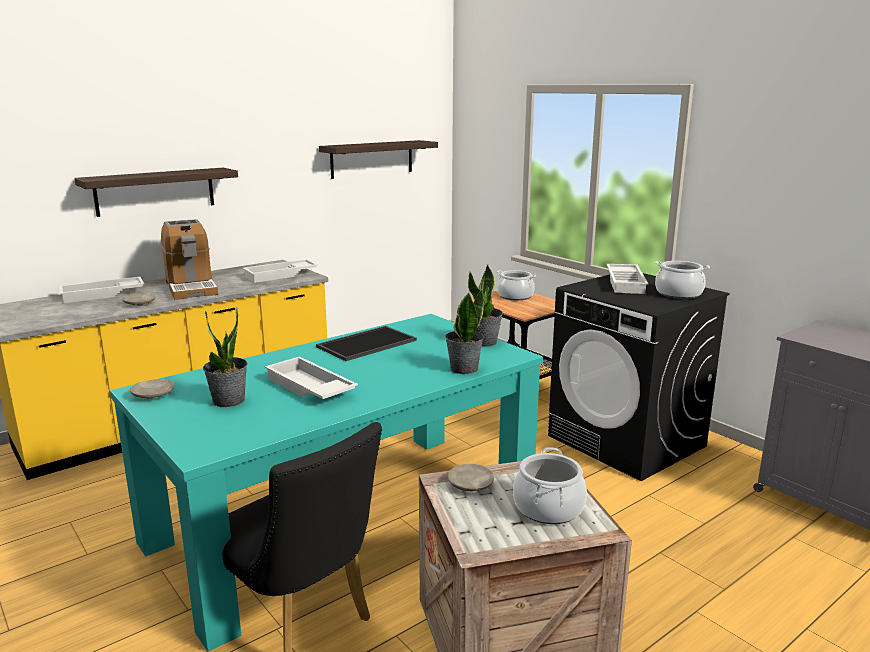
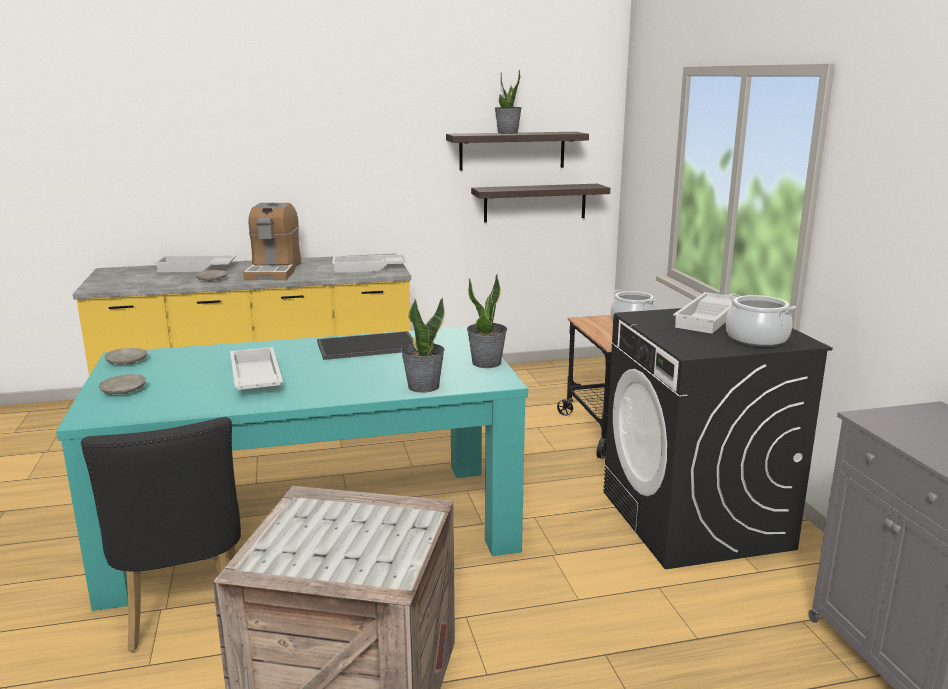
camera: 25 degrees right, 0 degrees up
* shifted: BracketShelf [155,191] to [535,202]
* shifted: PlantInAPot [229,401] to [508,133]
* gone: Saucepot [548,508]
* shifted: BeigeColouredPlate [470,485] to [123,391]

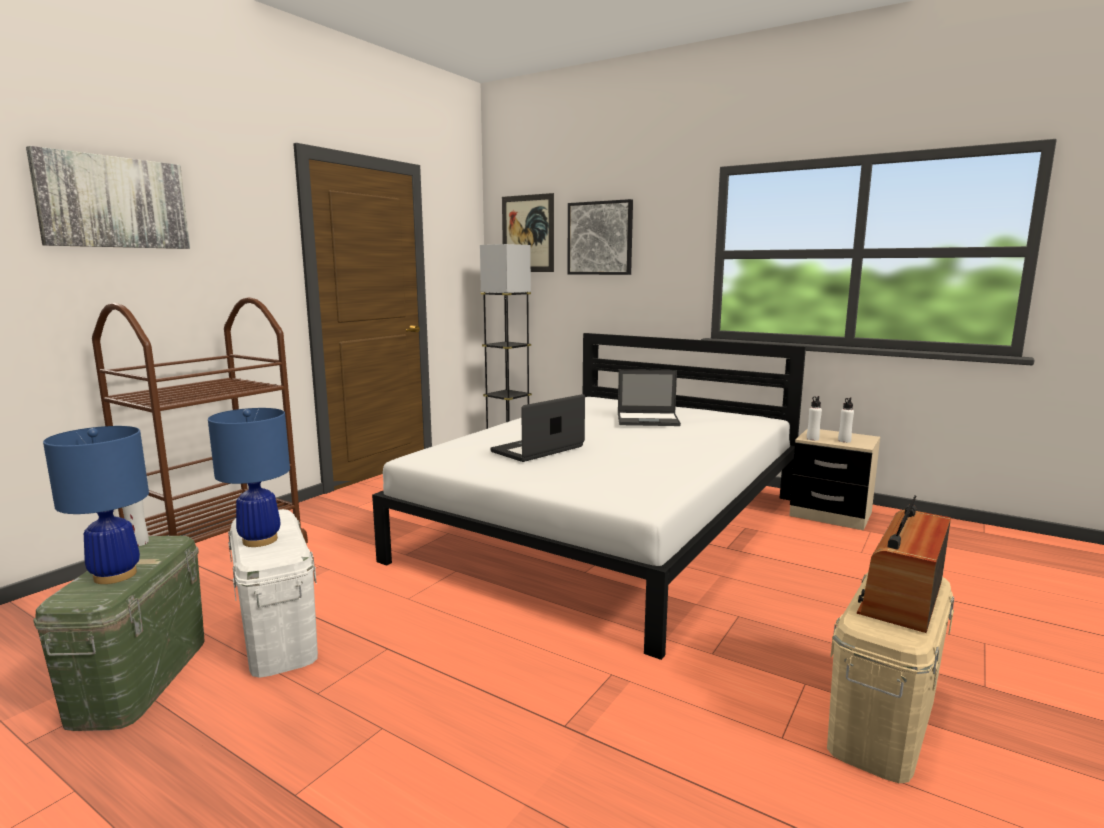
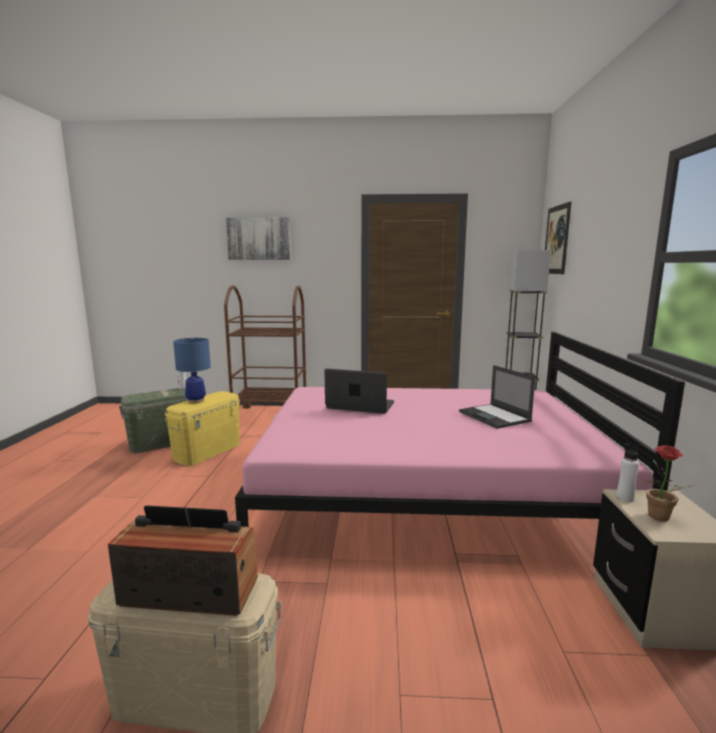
camera: 60 degrees right, 0 degrees up
* gone: WallArt [600,238]
* repainted: WhiteColouredBedroomBed [611,527] to PinkBedroomBed [427,492]
* swapped: WhiteColouredBeverageBottle [844,441] to PlantInAPot [658,518]
* gone: BluishLampForATable [115,575]
* repainted: WhiteColouredStorageBox [277,635] to YellowishStorageBox [207,451]

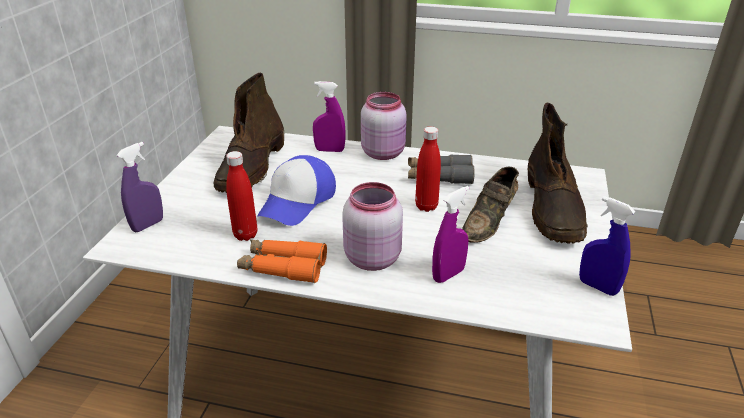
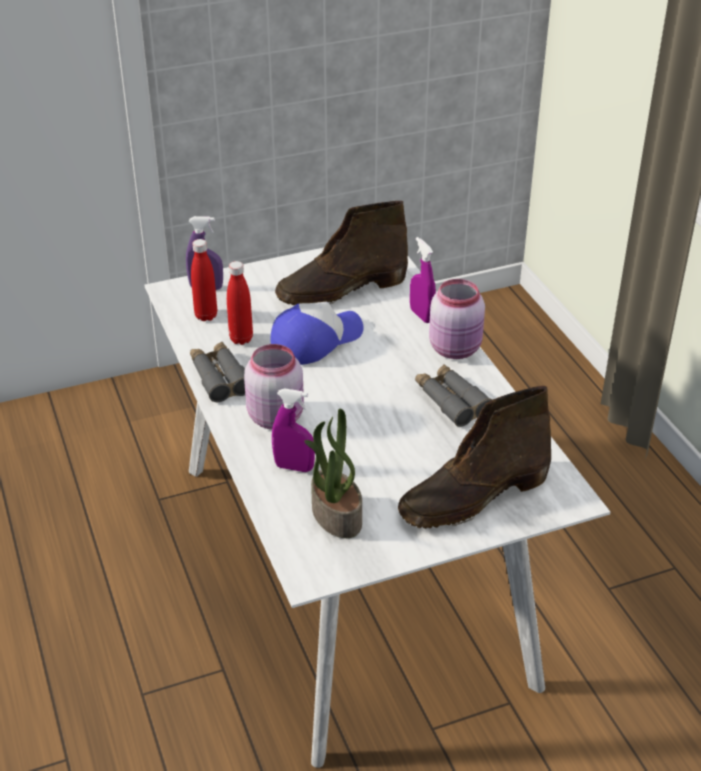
camera: 55 degrees right, 5 degrees up
* shifted: RedColouredBeverageBottle [426,206] to [206,316]
* rotated: PeakedCap [298,201] = [315,340] 150 degrees clockwise
* gone: BrownColouredShoe [489,222]
* gone: BluishSprayer [597,287]
* repainted: OrangeyPairOfBinoculars [283,267] to GreyPairOfBinoculars [220,378]
* new: PlantInAPot [335,515]

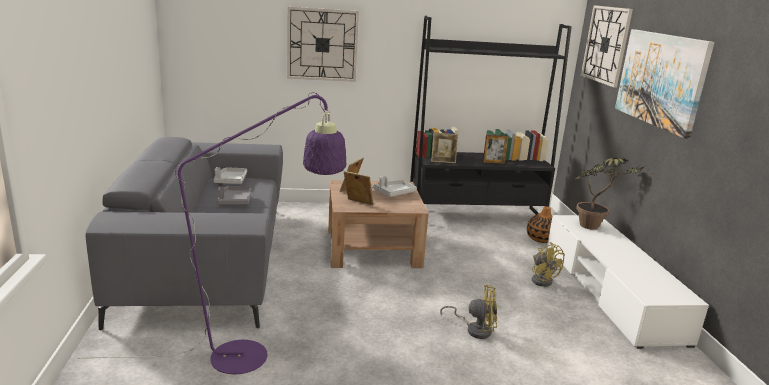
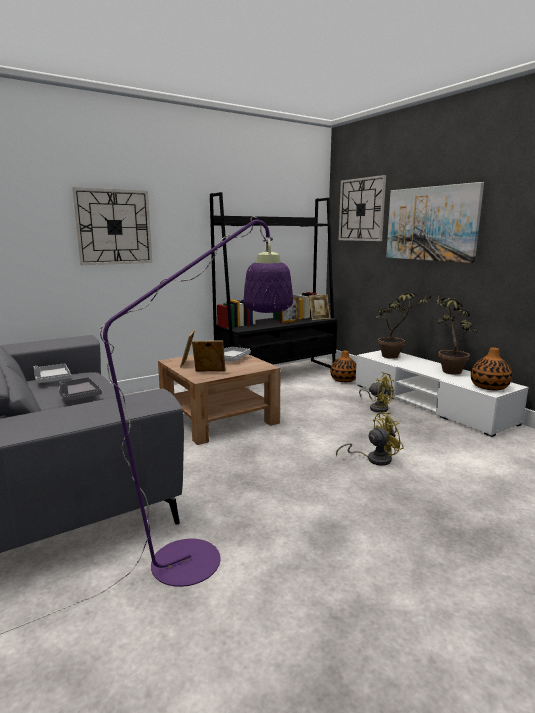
camera: 25 degrees left, 5 degrees down
* shifted: PhotoFrame [443,161] to [319,319]
* new: PlantInAPot [448,370]
* new: Vase [489,387]

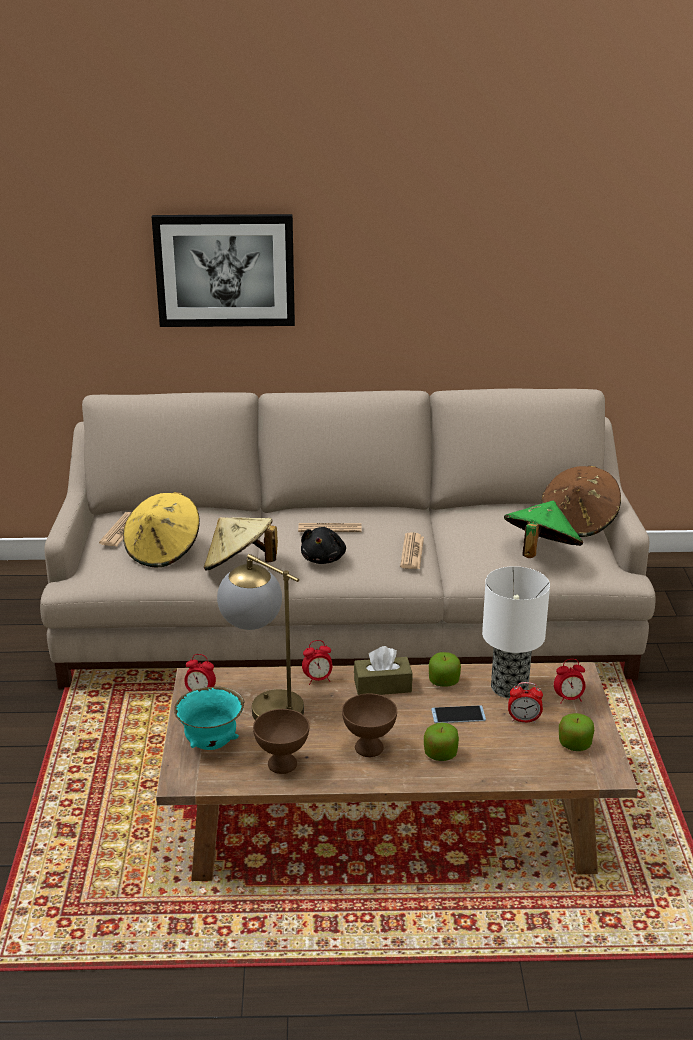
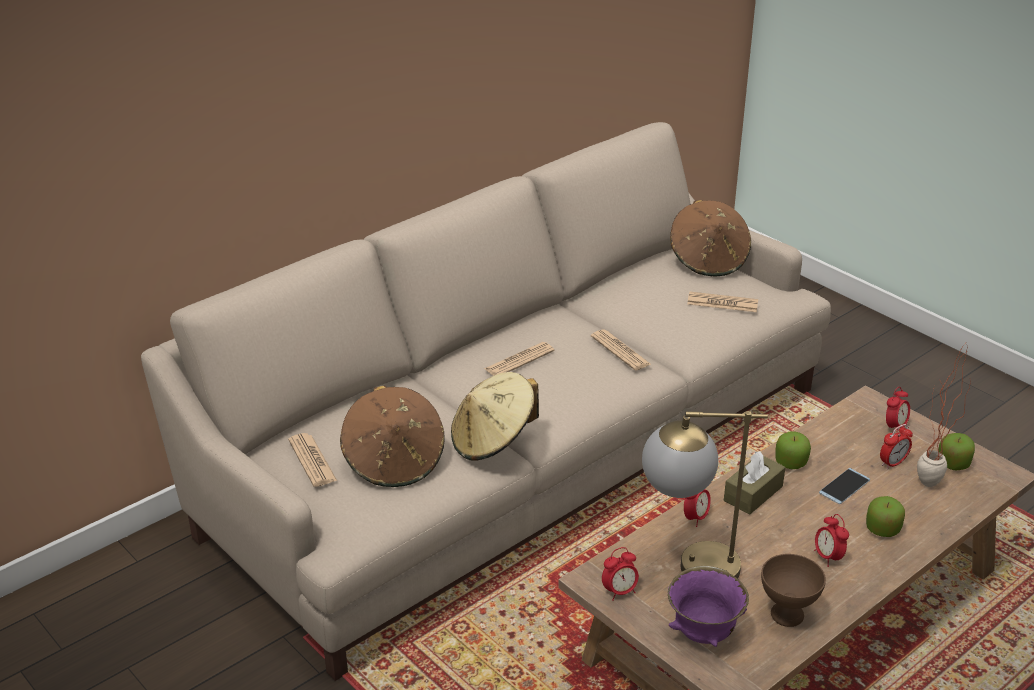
camera: 40 degrees left, 5 degrees up
* gone: WallArt [225,270]
* repainted: YellowishClothingHat [163,551] to BrownColouredClothingHat [394,462]
* swapped: GreenColouredClothingHat [540,553] to PrintedPaper [722,303]
* gone: BlackishCuddlyToy [323,559]
* gone: LampForATable [508,687]
* repainted: TurquoiseColouredDeepDish [212,744] to PurpleDeepDish [704,634]
* swapped: BrownColouredDeepDish [369,748] to BedsideClock [828,557]
* new: PlantInAPot [927,489]

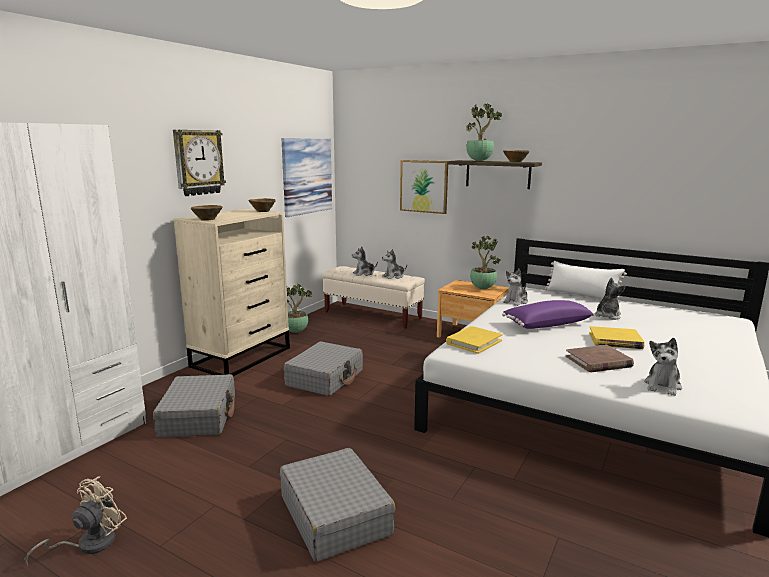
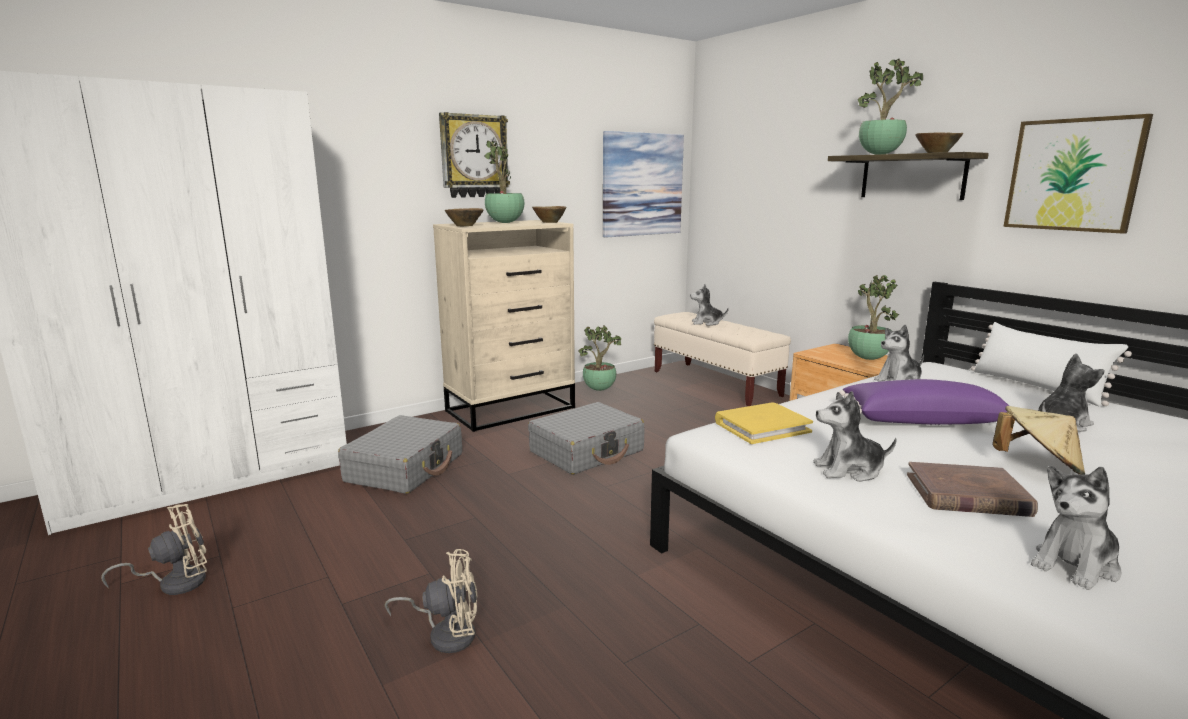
camera: 25 degrees right, 0 degrees up
* shifted: WallArt [424,186] to [1073,175]
* shifted: CuddlyToy [394,276] to [849,470]
* swapped: YellowishBook [615,340] to BeigeColouredClothingHat [1037,466]
* swapped: GreySuitcase [335,515] to BeigeColouredFan [446,633]
* new: PlantInAPot [504,223]

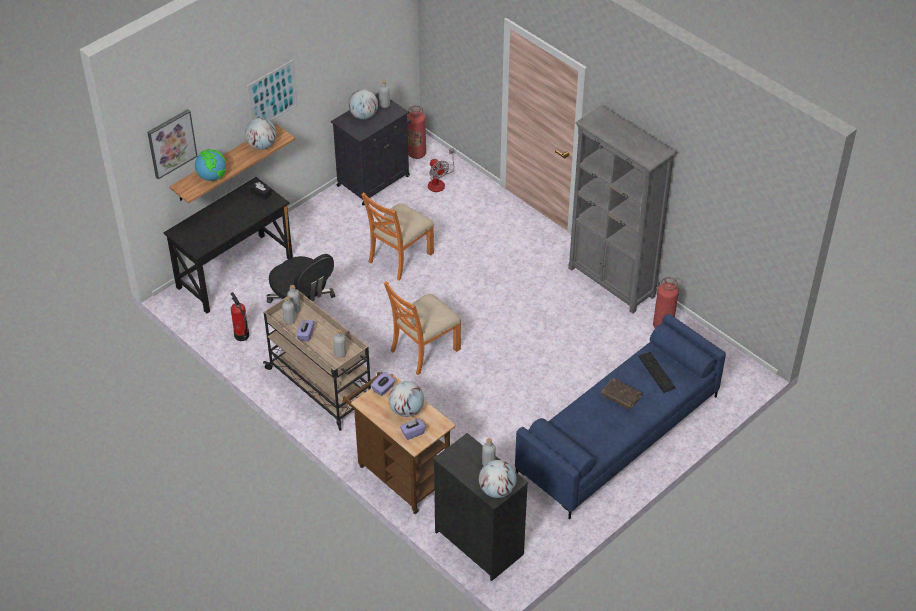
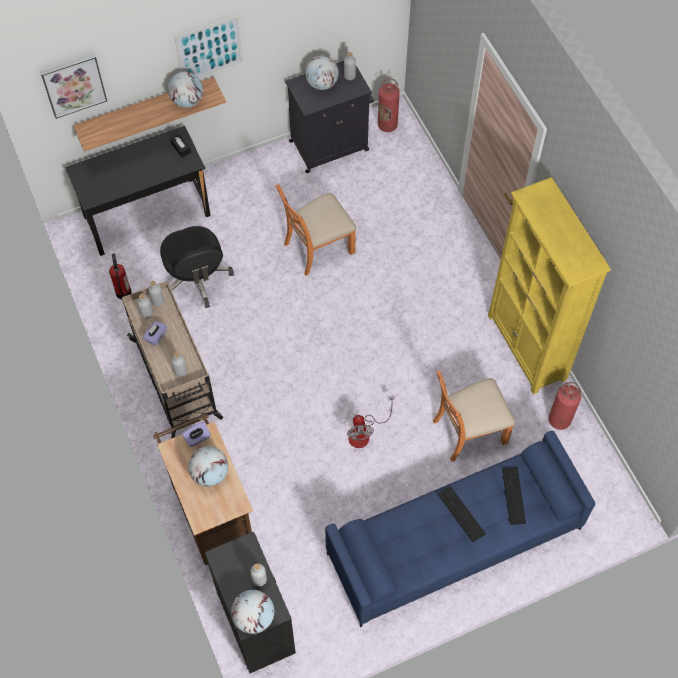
camera: 20 degrees right, 15 degrees up
* repainted: GreyShelvingUnit [612,282] to YellowishShelvingUnit [527,348]
* shifted: Fan [439,182] to [364,432]
* gone: WorldGlobe [212,177]
* shifted: OrangeyPlainChair [424,349] to [468,431]
* swapped: BrownColouredBook [621,396] to Keyboard [461,514]
* gone: PurpleTissueHolder [412,433]

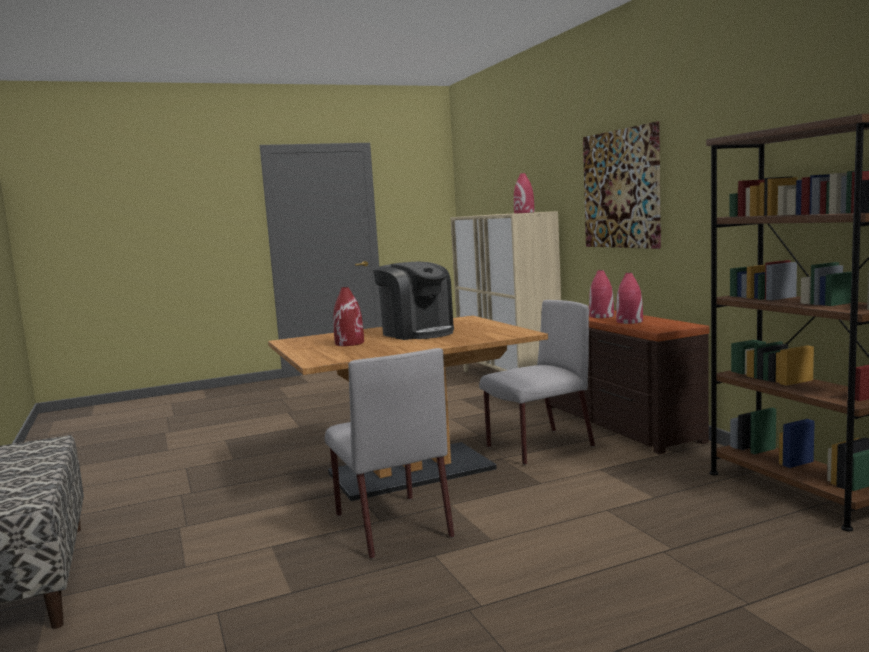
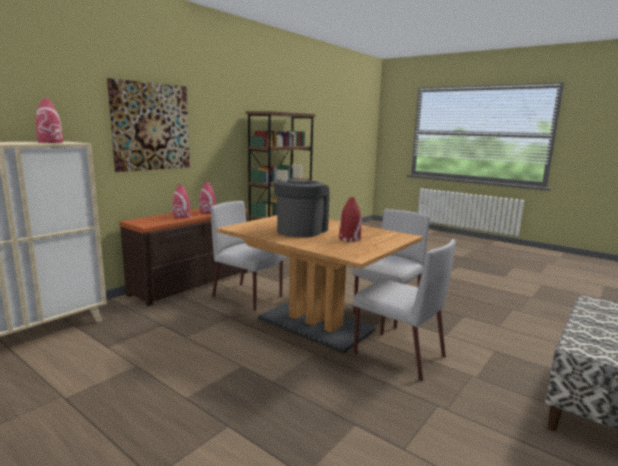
camera: 120 degrees left, 5 degrees up
* new: GreyPlainChair [397,354]

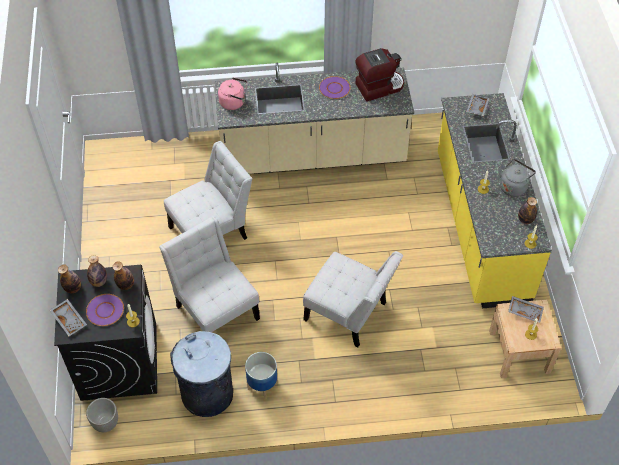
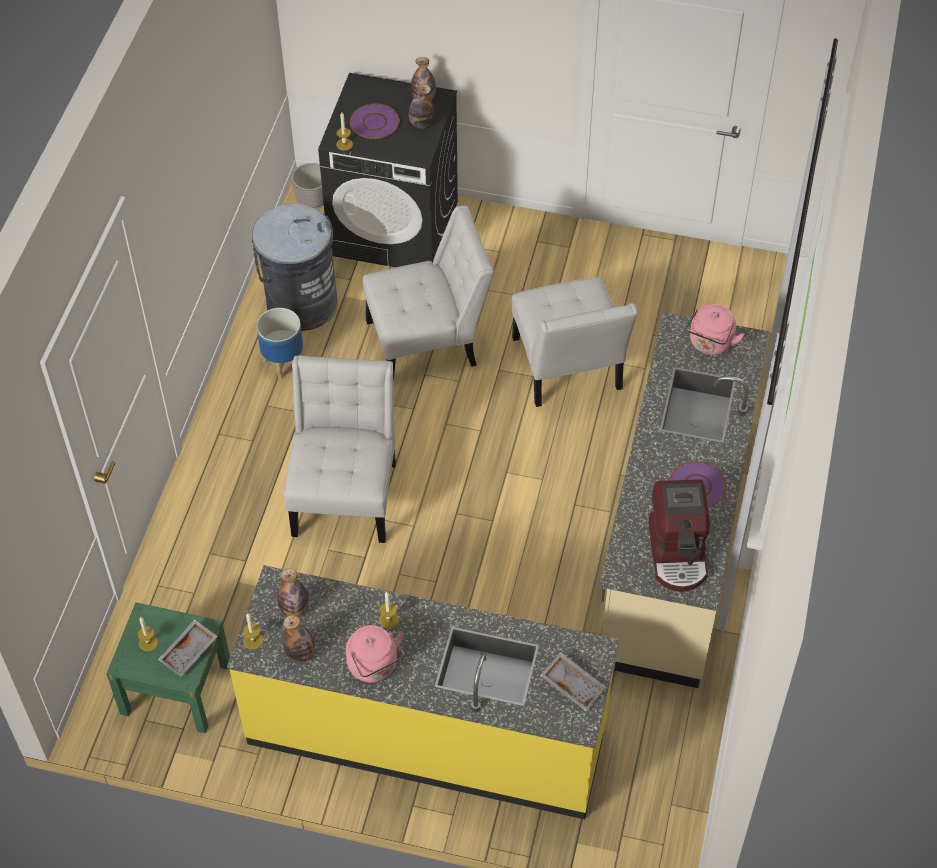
camera: 110 degrees right, 0 degrees up
* repainted: GreyWaterKettle [513,186] to PinkWaterKettle [375,666]
* rotated: WhiteColouredPlainChair [349,314] = [346,492] 135 degrees clockwise
* shifted: BeverageBottle [126,285] to [294,609]
* gone: GreyTray [70,320]
* repainted: BeigeColouredNightstand [519,351] to GreenColouredNightstand [176,688]

